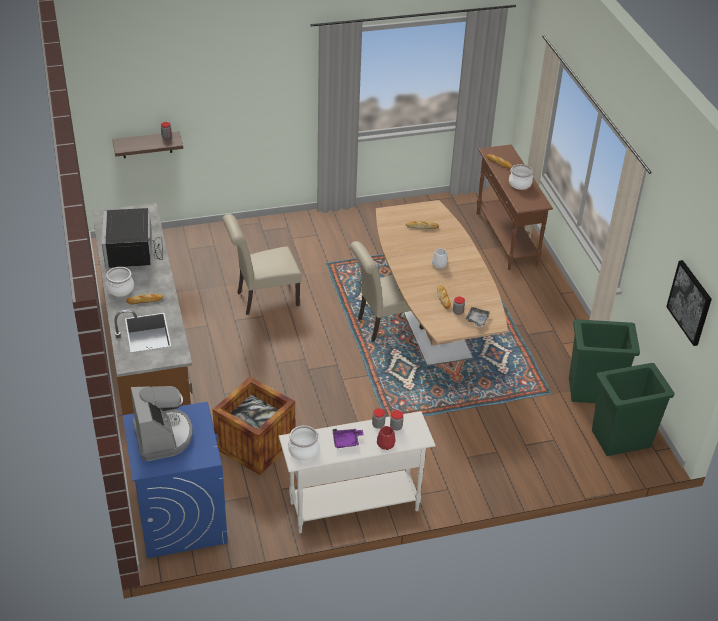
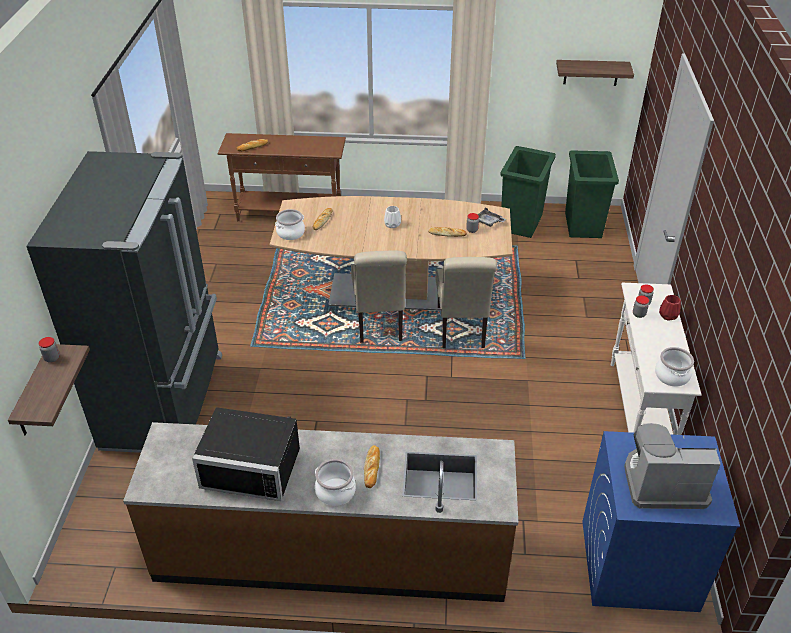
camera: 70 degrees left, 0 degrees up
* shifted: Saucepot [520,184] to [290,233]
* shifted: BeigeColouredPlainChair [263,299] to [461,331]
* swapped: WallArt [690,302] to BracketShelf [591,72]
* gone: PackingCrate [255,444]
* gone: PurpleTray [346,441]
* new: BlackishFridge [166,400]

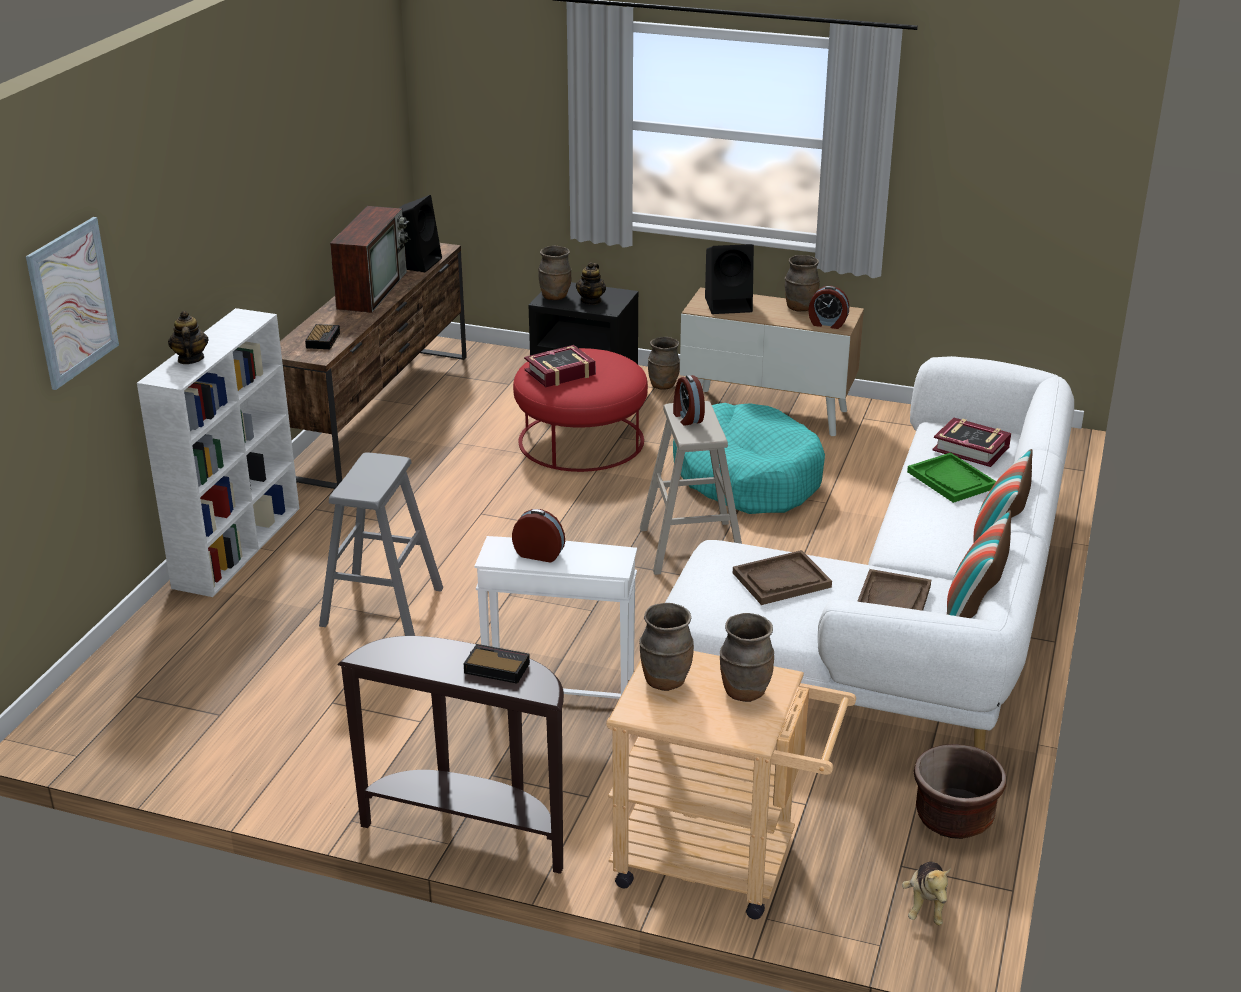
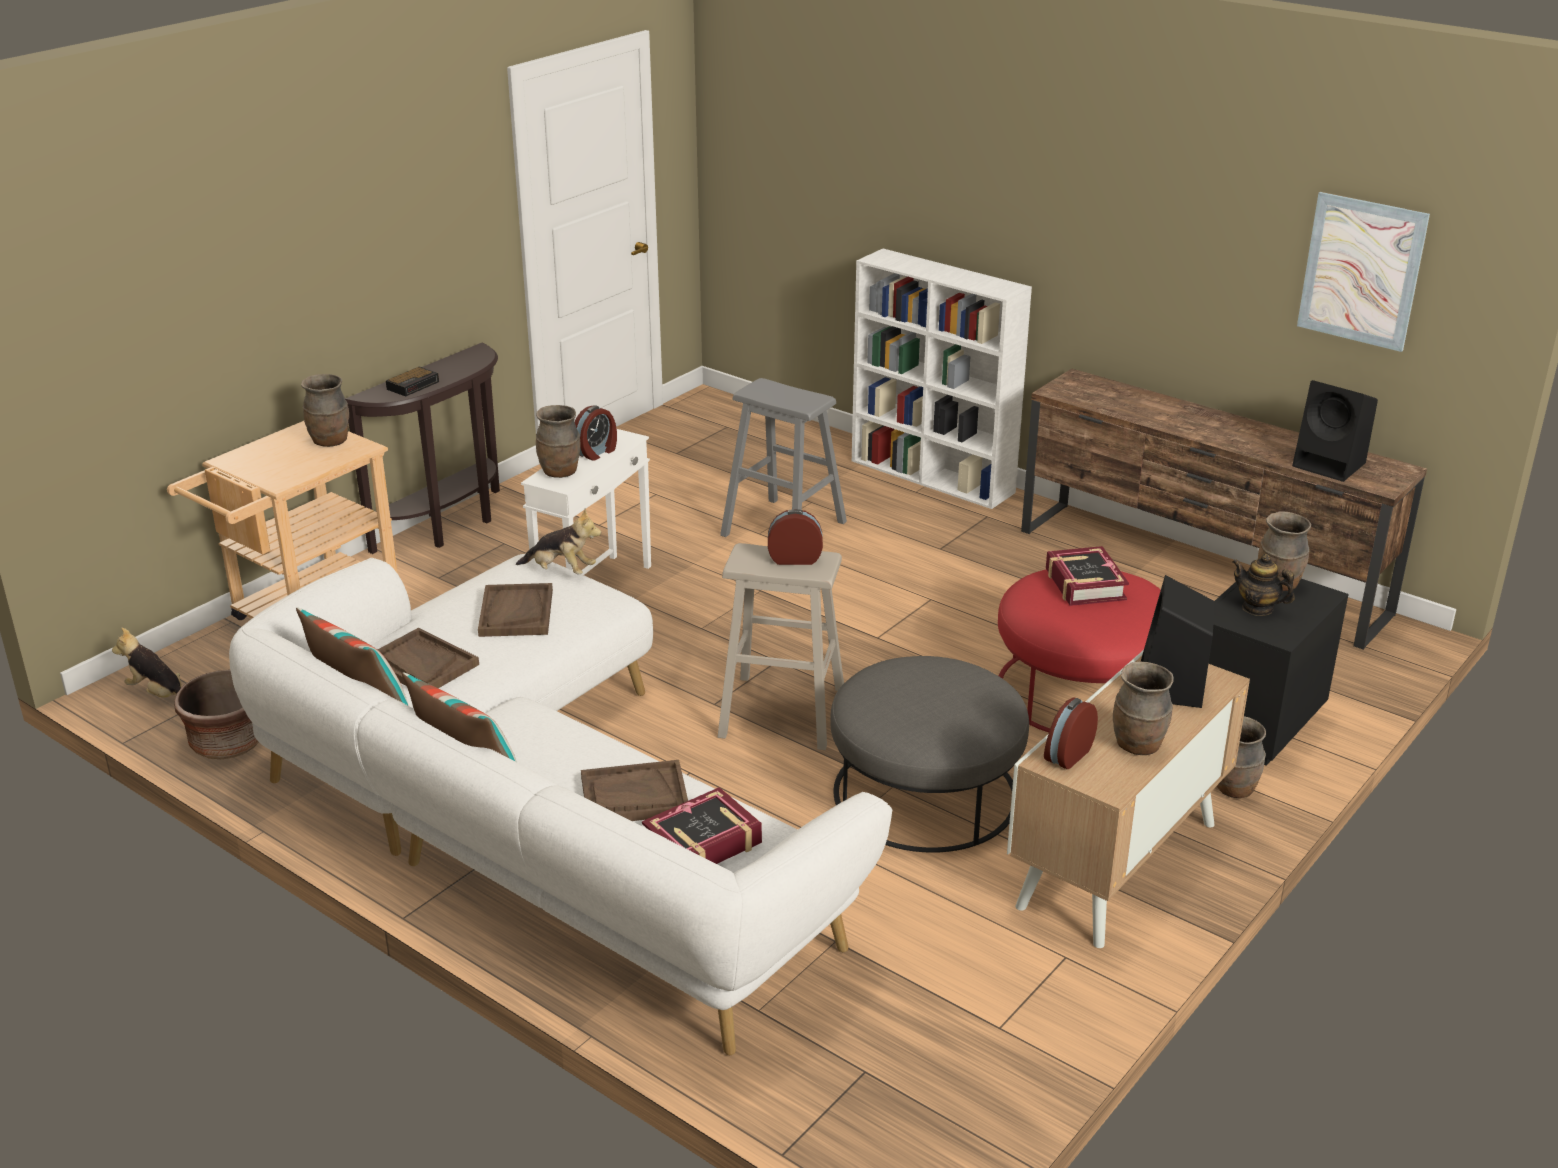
camera: 110 degrees right, 0 degrees up
* gone: Television [372,289]
* shifted: WallArt [72,302] to [1361,271]
* gone: TeaPot [190,359]
* gone: BedsideClock [323,340]
* swapped: TurquoiseColouredDogCushion [748,477] to GreyPouffe [925,794]
* repainted: GreenColouredTray [951,480] to BrownColouredTray [634,796]
* shifted: BrownColouredVase [744,691] to [560,473]
* new: CuddlyToy [561,571]

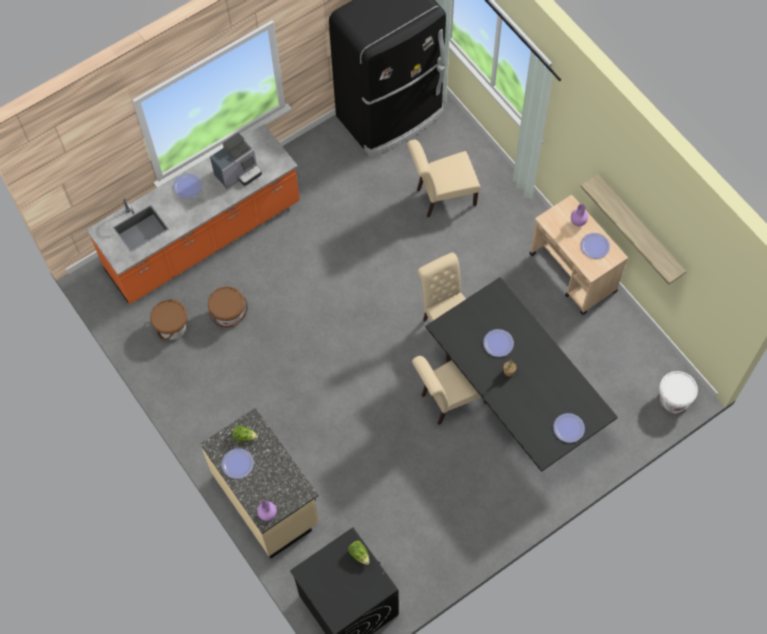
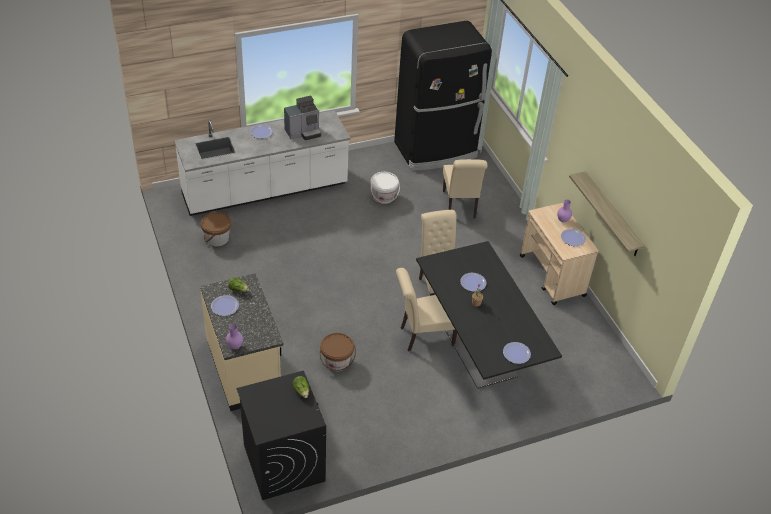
camera: 10 degrees right, 20 degrees down
* repainted: OrangeyKitchenBaseUnit [204,238] to WhiteColouredKitchenBaseUnit [265,190]
* rotated: BeigeColouredPlainChair [442,197] = [459,206] 90 degrees counterclockwise
* shifted: BrownColouredPail [229,314] to [336,361]
* shifted: WhiteColouredPail [673,398] to [383,197]

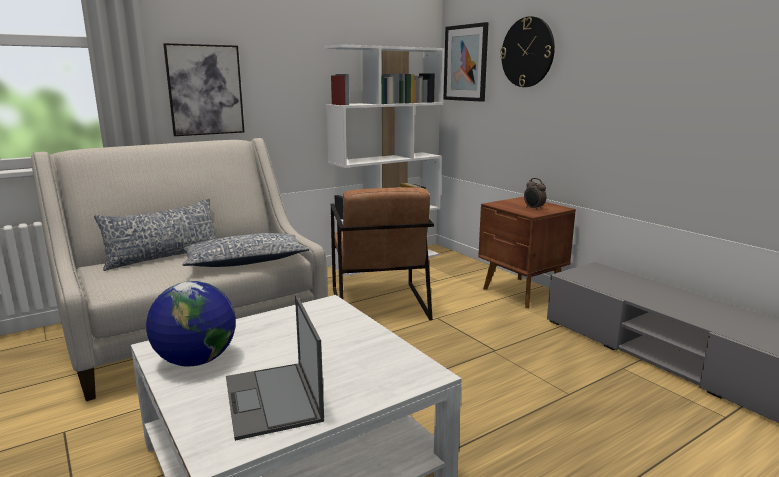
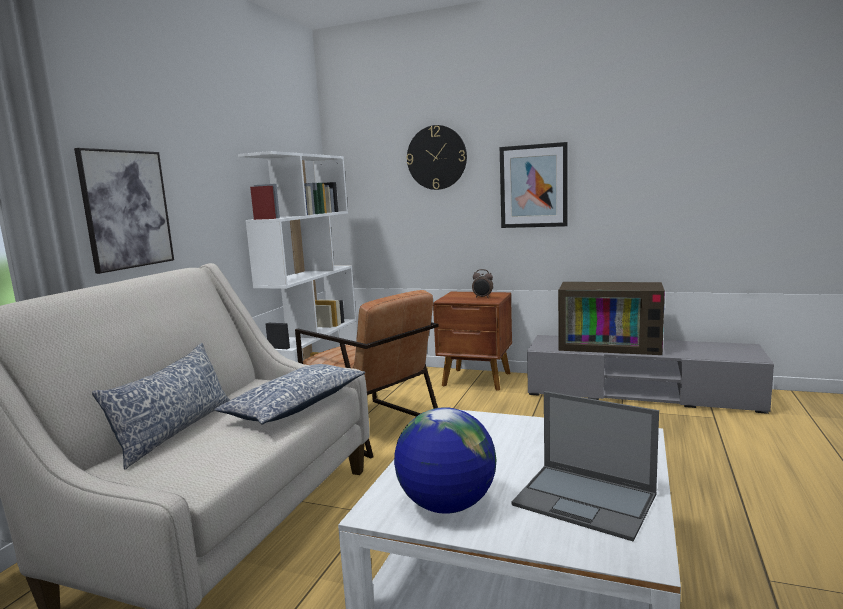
camera: 35 degrees left, 5 degrees down
* shifted: WallArt [466,63] to [533,186]
* new: Television [610,345]

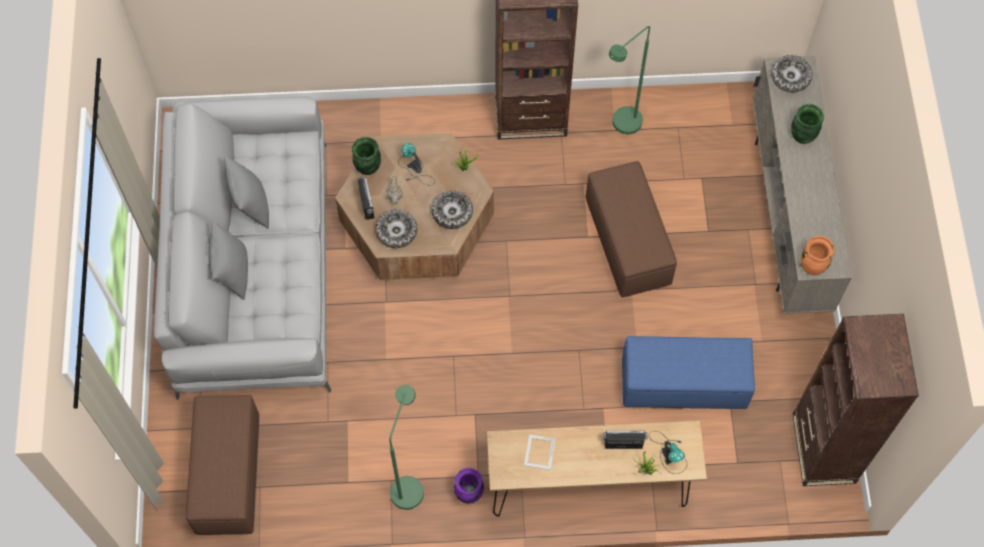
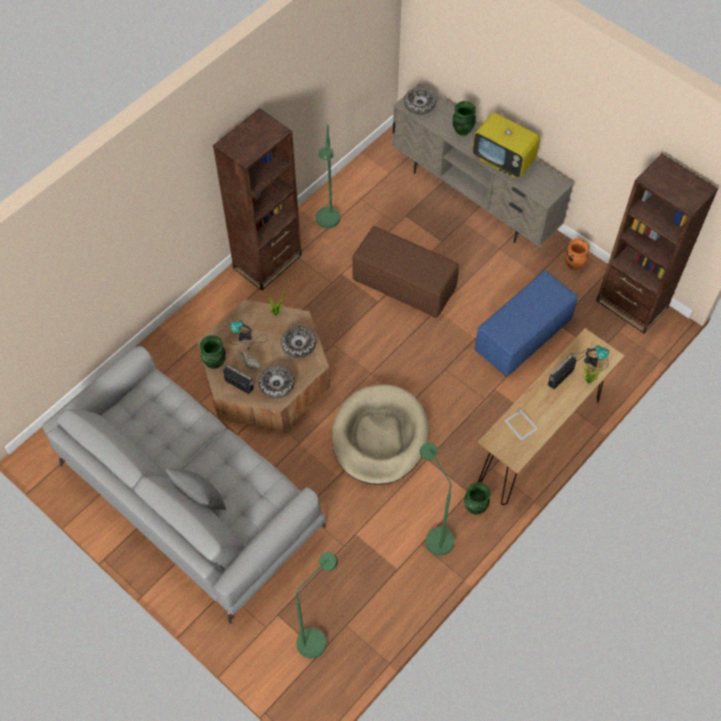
camera: 45 degrees left, 5 degrees down
* gone: GreyPillow [251,206]
* shifted: OrangeyVase [812,266] to [573,264]
* swapped: BrownColouredPouffe [228,473] to GreenColouredStandingLamp [316,636]
* repainted: PurpleVase [468,494] to GreenColouredVase [475,507]
* new: Television [504,160]
* new: BeigeColouredDogCushion [379,437]

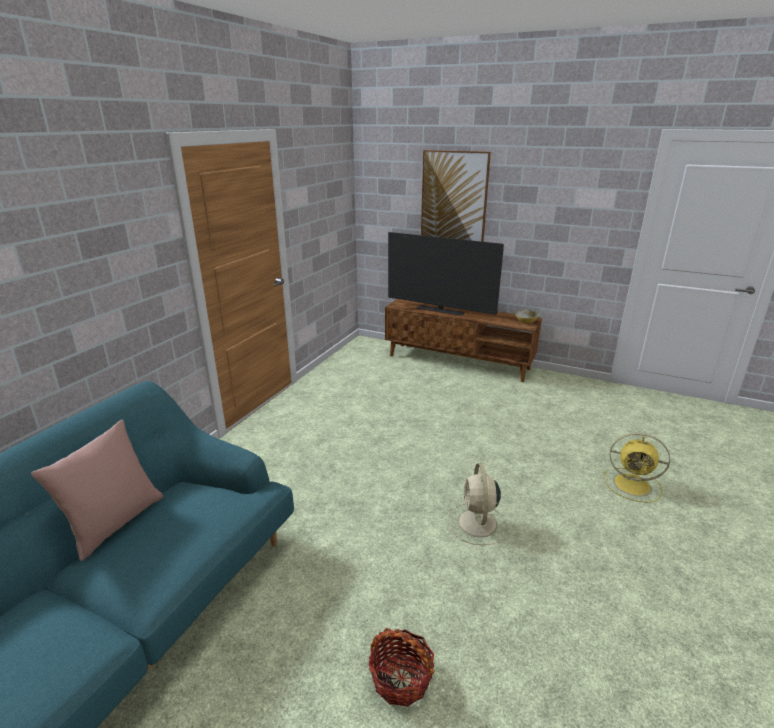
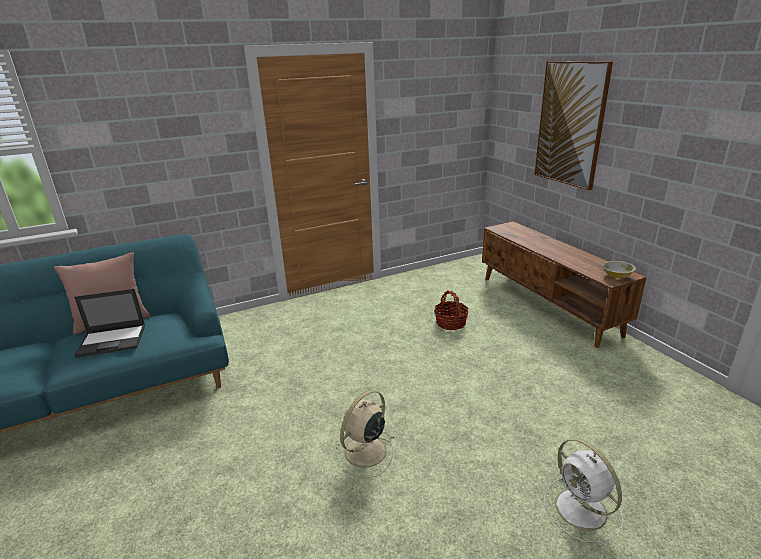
camera: 40 degrees right, 0 degrees up
* gone: Television [440,310]
* repainted: YellowishFan [634,485] to WhiteColouredFan [582,510]
* shifted: HouseholdBasket [400,678] to [450,323]
* new: Laptop [113,340]

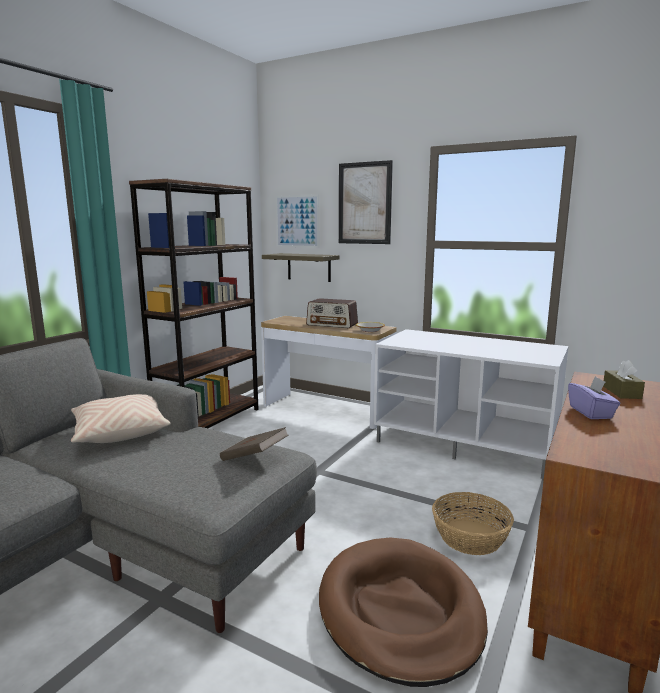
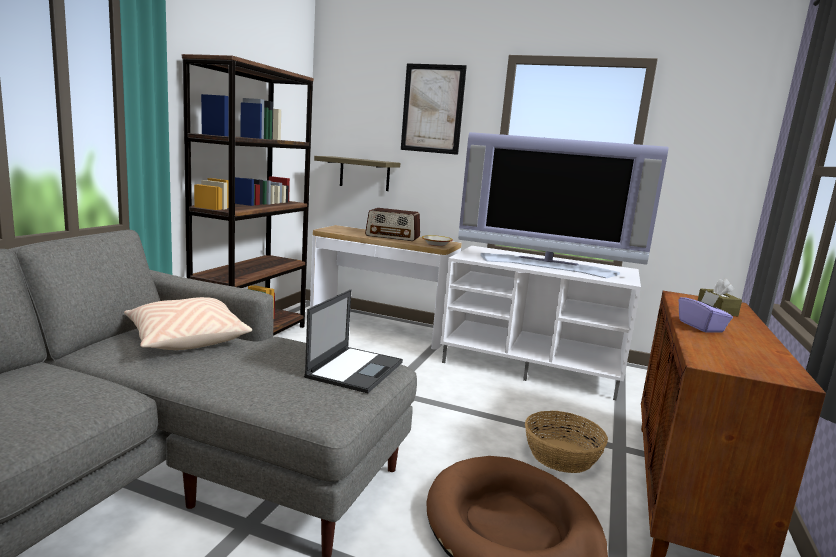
camera: 10 degrees left, 0 degrees up
* gone: WallArt [297,221]
* swapped: BrownColouredBook [254,458] to Laptop [355,369]
* new: Television [547,265]

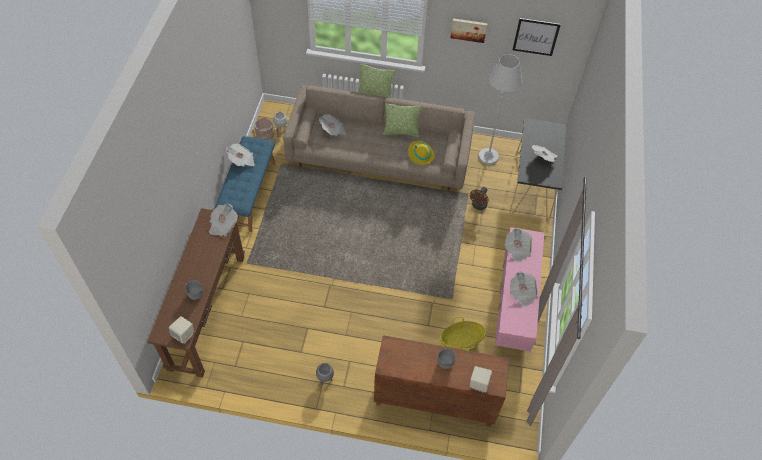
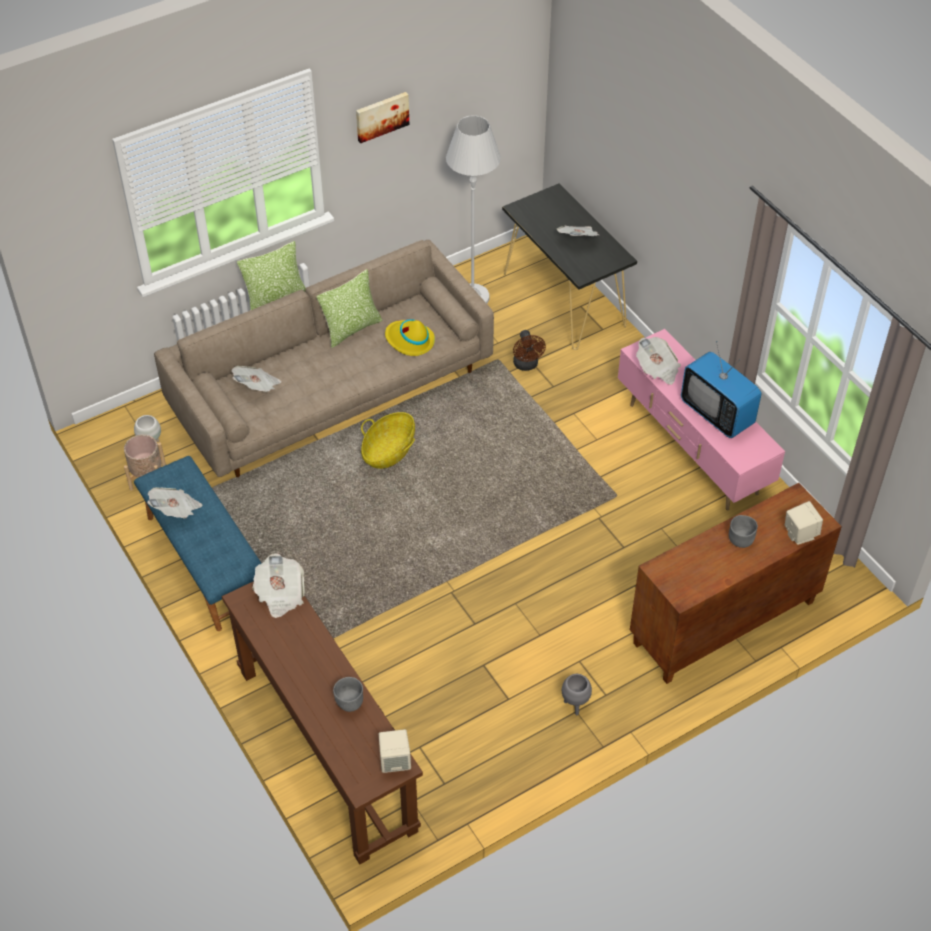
camera: 40 degrees left, 5 degrees down
* gone: WallArt [536,36]
* swapped: PrintedPaper [522,293] to Television [717,413]
* shifted: HouseholdBasket [461,341] to [388,451]

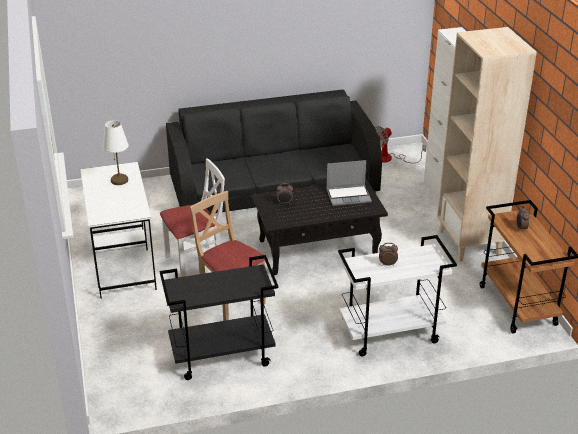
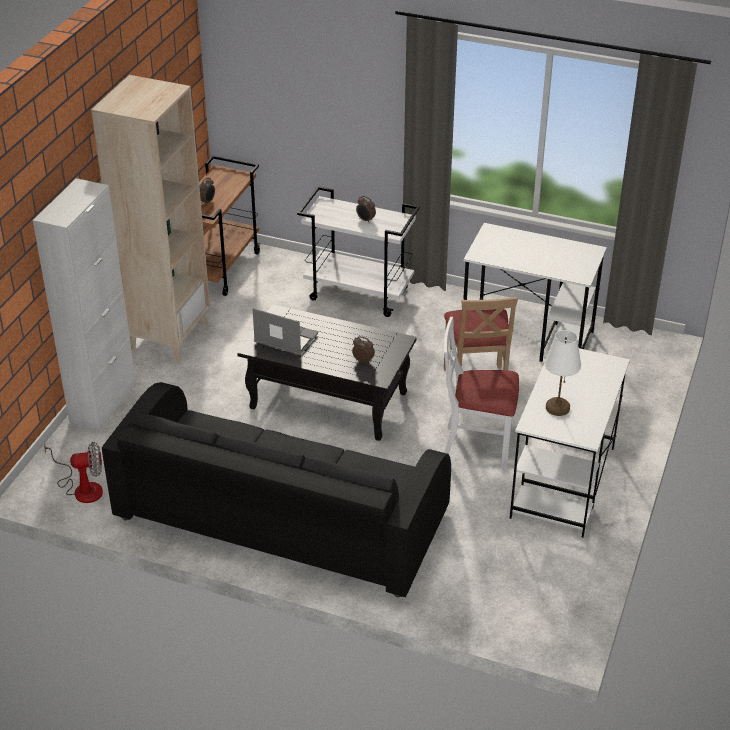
camera: 145 degrees left, 5 degrees up
* swapped: BlackishWheeledCart [221,356] to WhiteColouredDesk [528,338]

